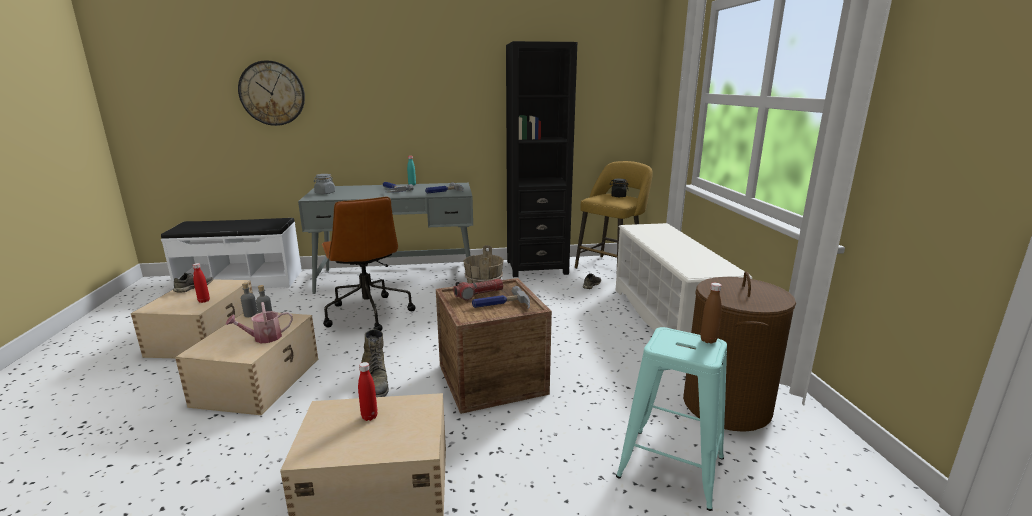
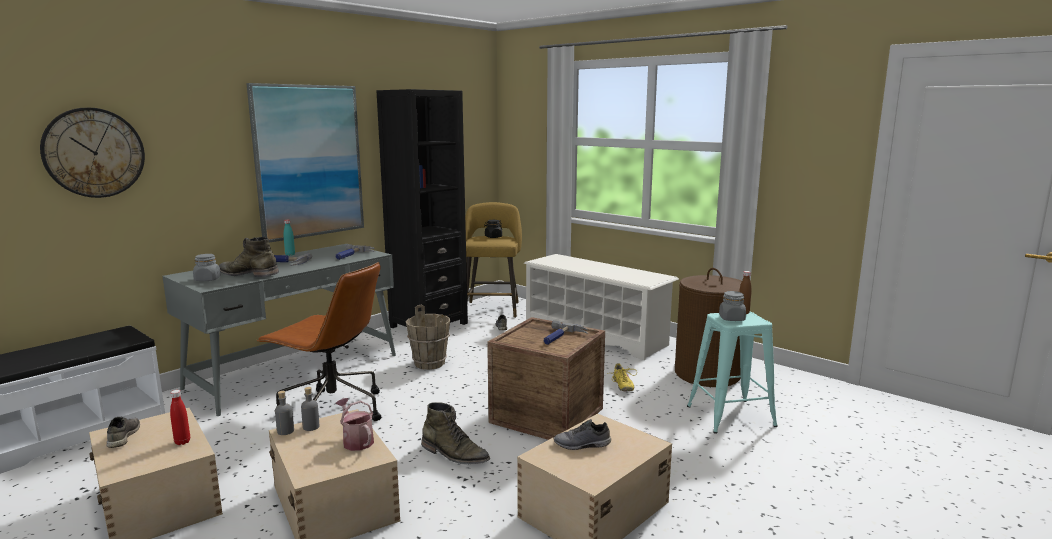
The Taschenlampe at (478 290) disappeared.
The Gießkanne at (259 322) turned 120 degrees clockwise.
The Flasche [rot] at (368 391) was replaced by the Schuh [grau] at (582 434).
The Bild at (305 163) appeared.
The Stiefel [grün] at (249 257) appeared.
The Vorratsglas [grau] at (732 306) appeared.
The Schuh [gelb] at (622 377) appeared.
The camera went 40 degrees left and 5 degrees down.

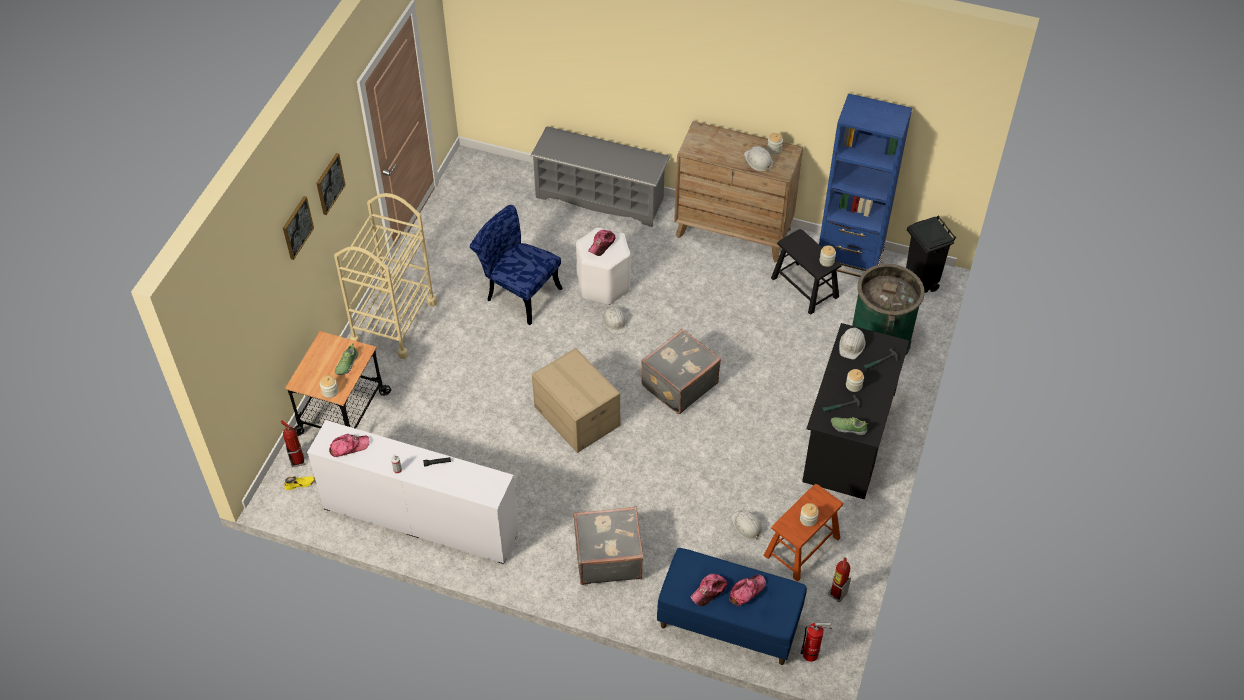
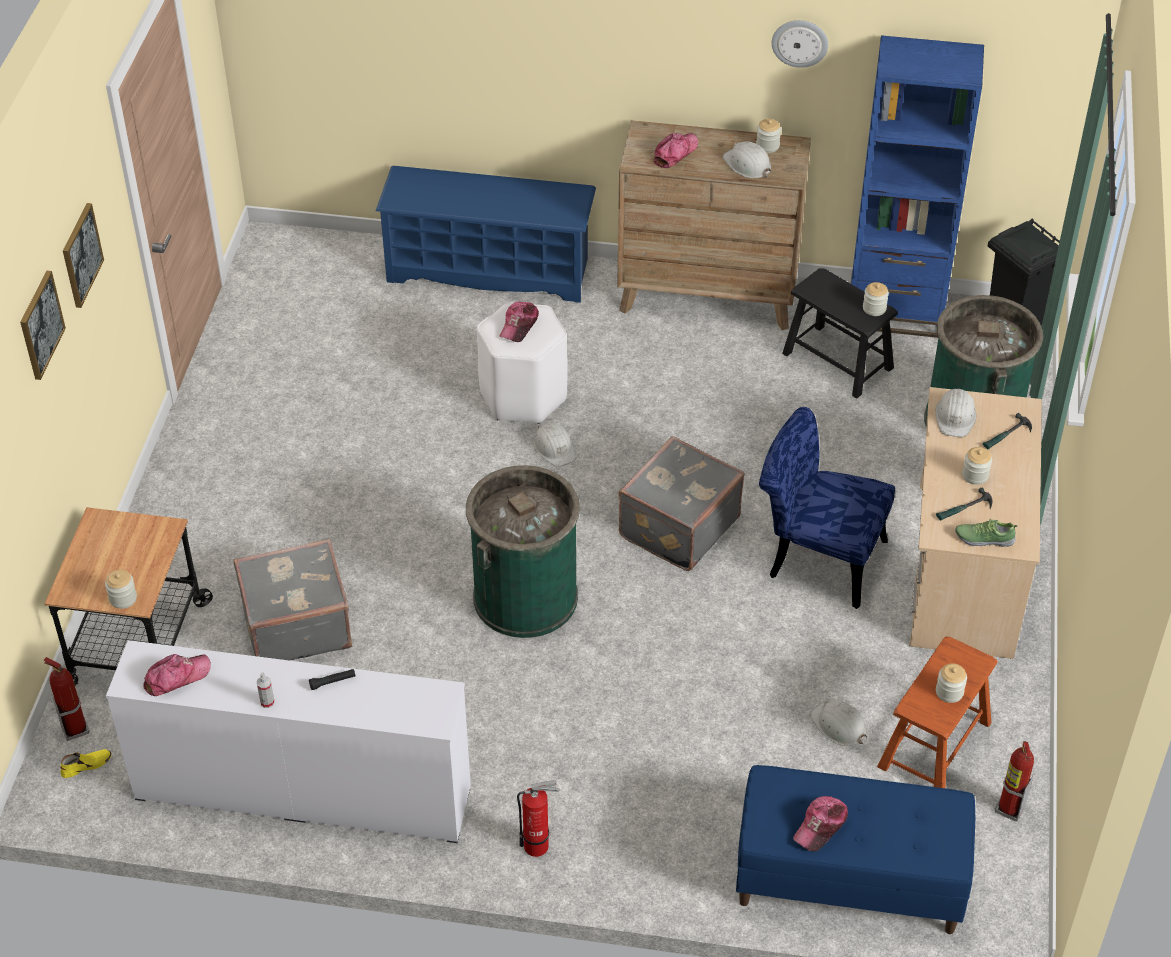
The Schuhregal [grau] at (600 176) became the Schuhregal [blau] at (486 234).
The Rollwagen [beige] at (385 276) disappeared.
The Stuhl [blau] moved from (516 265) to (827 508).
The Schreibtisch [schwarz] at (855 411) became the Schreibtisch [beige] at (975 523).
The Schuh at (346 359) disappeared.
The Karton at (576 400) was replaced by the Mülleimer [grün] at (523 551).
The Koffer [grau] moved from (609 546) to (293 600).
The Kappe moved from (747 590) to (676 150).
The Feuerlöscher moved from (816 642) to (538 818).
The Wanduhr at (800 44) appeared.
The camera went 10 degrees left and 5 degrees down.

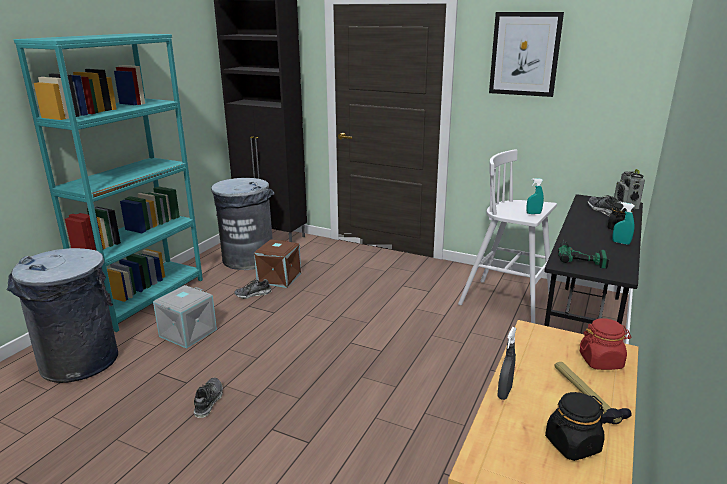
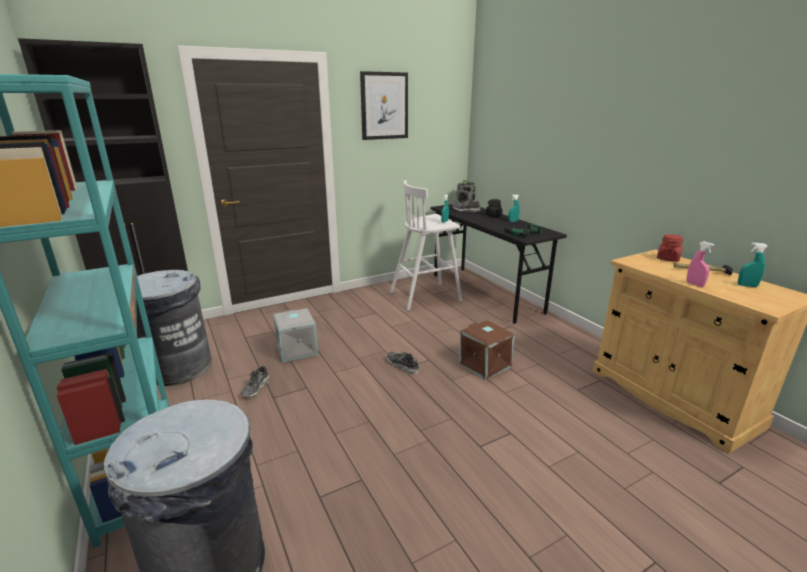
The Aufbewahrungsbox [braun] moved from (277 263) to (487 350).
The Aufbewahrungsbox [grau] moved from (185 317) to (295 335).
The Sprühflasche [grau] at (506 363) became the Sprühflasche [rosa] at (700 264).
The Schuh moved from (208 398) to (403 363).
The Vorratsglas [schwarz] at (575 426) was replaced by the Sprühflasche [türkis] at (753 265).
The camera went 55 degrees left and 0 degrees up.

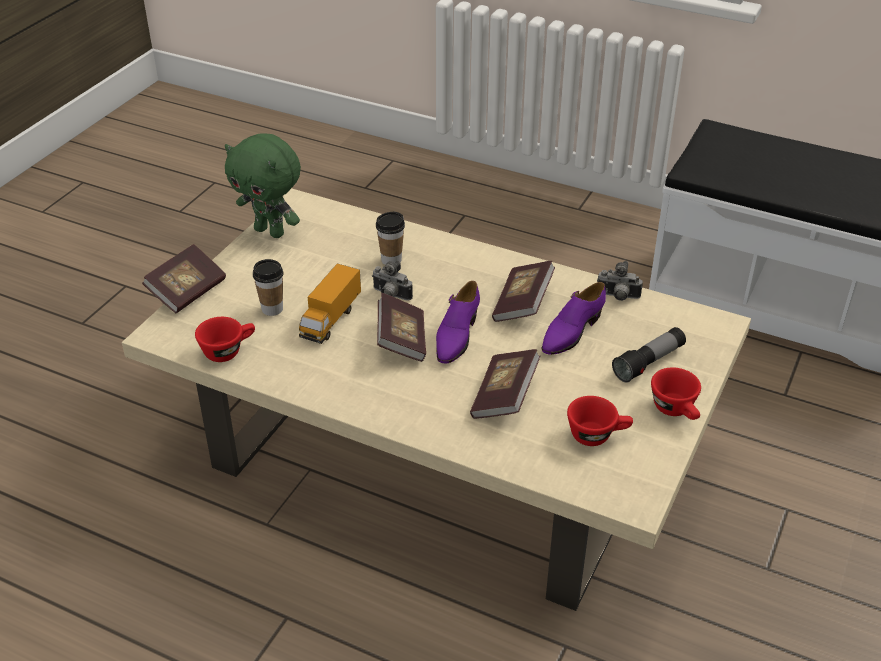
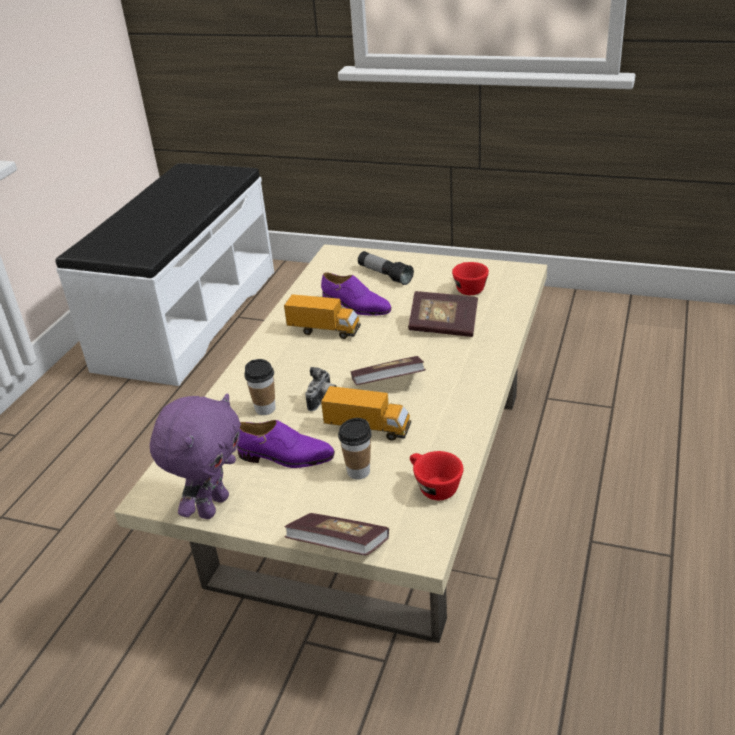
The Plüschtier [grün] at (263 185) became the Plüschtier [lila] at (195 456).
The Buch at (523 291) was replaced by the Spielzeuglaster at (322 316).
The Kamera at (620 281) disappeared.
The Schuh [lila] moved from (458 322) to (286 444).
The Tasse [rot] at (676 393) disappeared.
The camera went 95 degrees left and 5 degrees down.

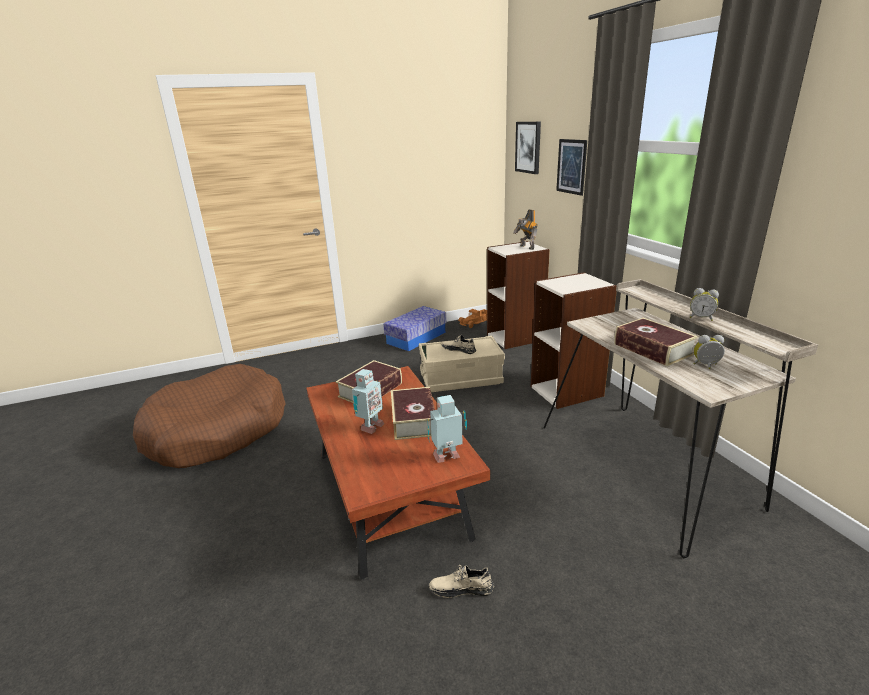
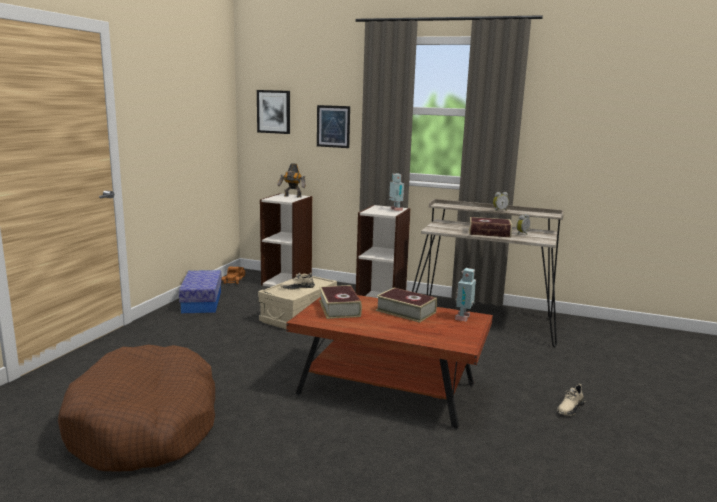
The Spielzeugroboter moved from (368 401) to (396 192).
The Schuh [beige] moved from (461 581) to (571 400).
The camera went 50 degrees left and 10 degrees down.

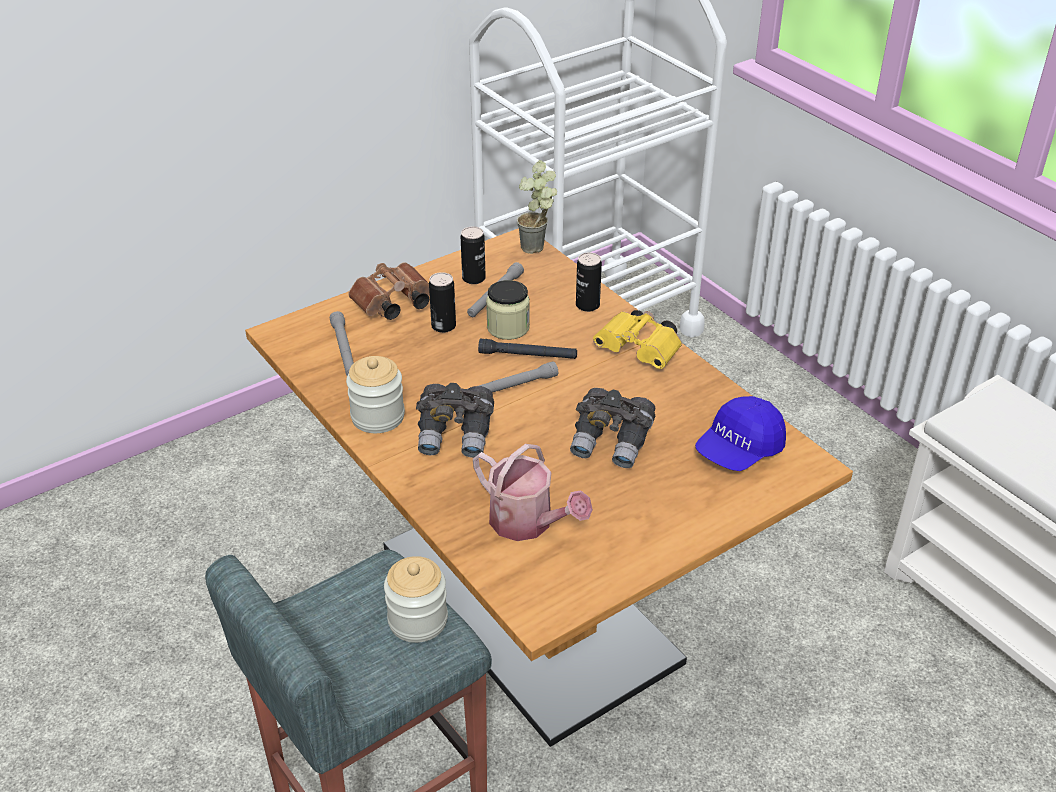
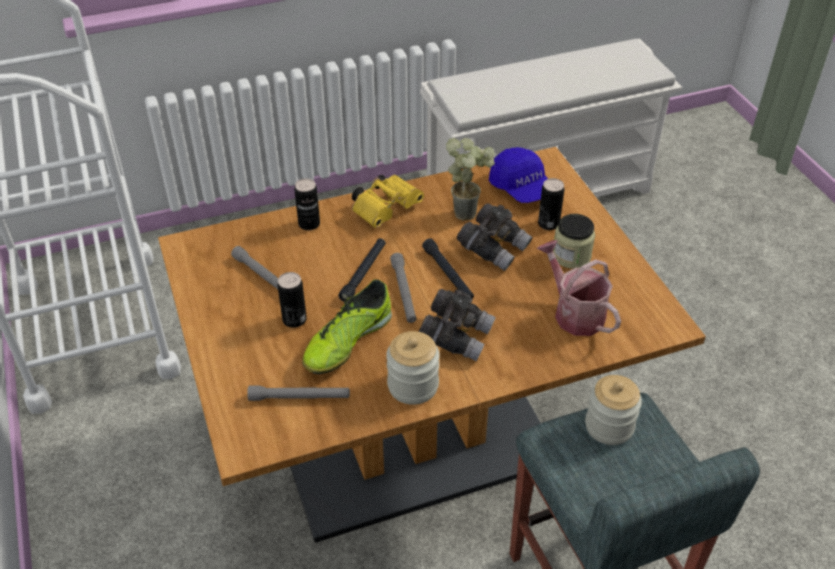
The Topfpflanze moved from (537 207) to (470 179).
The Dose moved from (473 255) to (551 204).
The Fernglas [braun] at (389 291) disappeared.
The Vorratsglas moved from (508 310) to (574 241).
The Gießkanne at (533 492) turned 90 degrees counterclockwise.
The Taschenlampe [schwarz] at (448 268) appeared.
The Schuh at (347 326) appeared.
The camera went 75 degrees left and 5 degrees up.

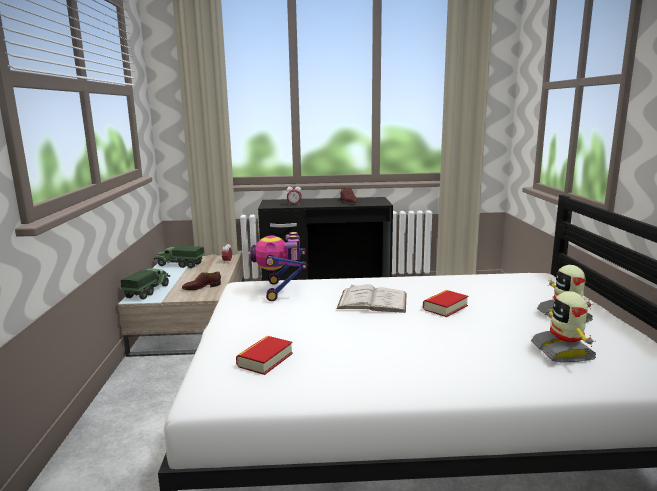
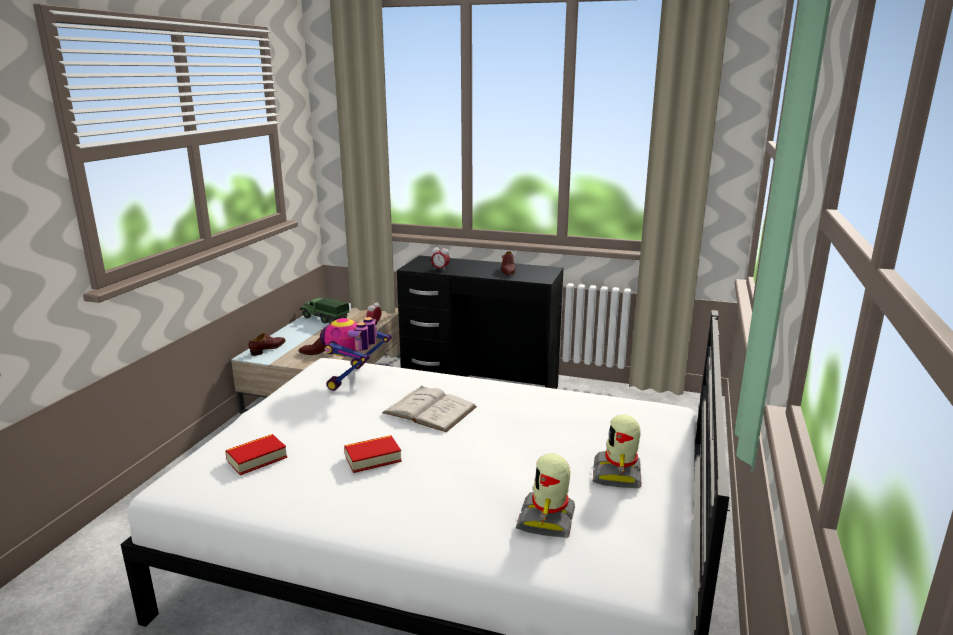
The Spielzeuglaster at (145 283) was replaced by the Schuh [braun] at (267 344).
The Buch moved from (445 303) to (373 454).
The camera went 20 degrees right and 5 degrees up.

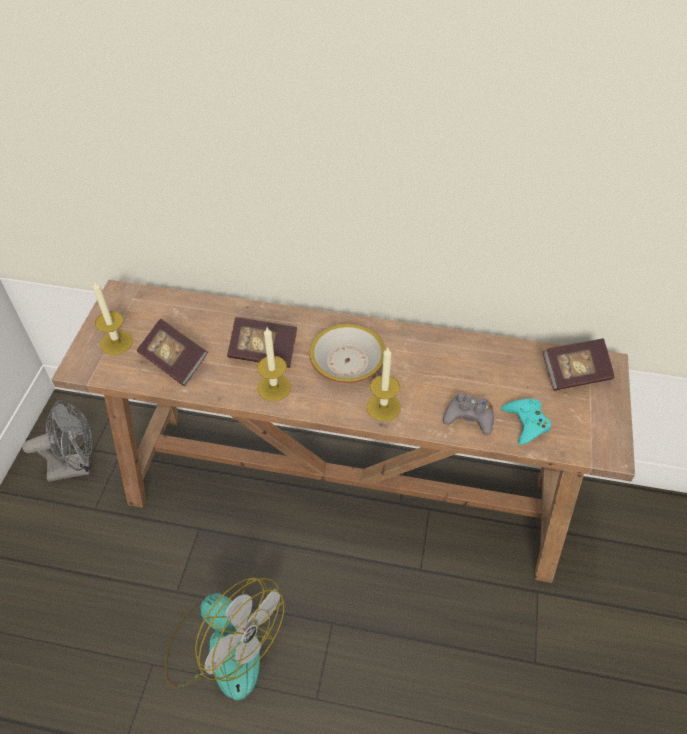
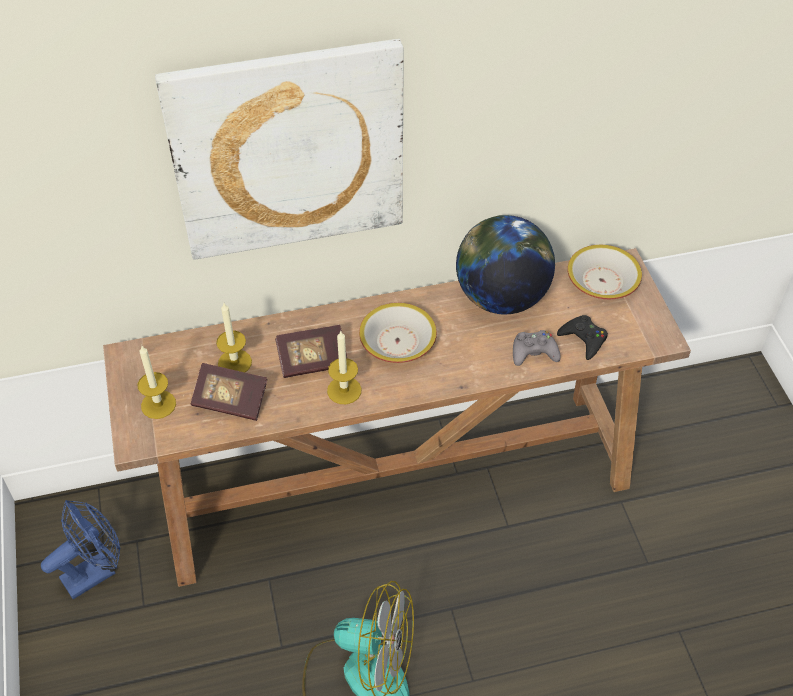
The Buch at (578 364) was replaced by the Schüssel at (605 272).
The Kerze moved from (384 385) to (234 337).
The Gamepad [türkis] at (526 422) became the Gamepad [schwarz] at (582 337).
The Ventilator [grau] at (57 440) became the Ventilator [blau] at (81 549).
The Bild at (279 149) appeared.
The Globus at (505 264) appeared.
The camera went 25 degrees left and 0 degrees up.

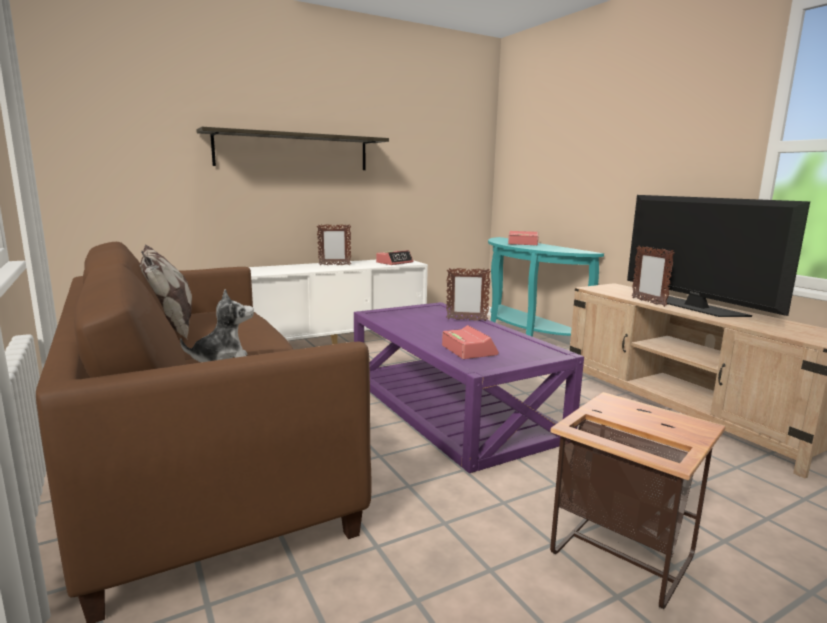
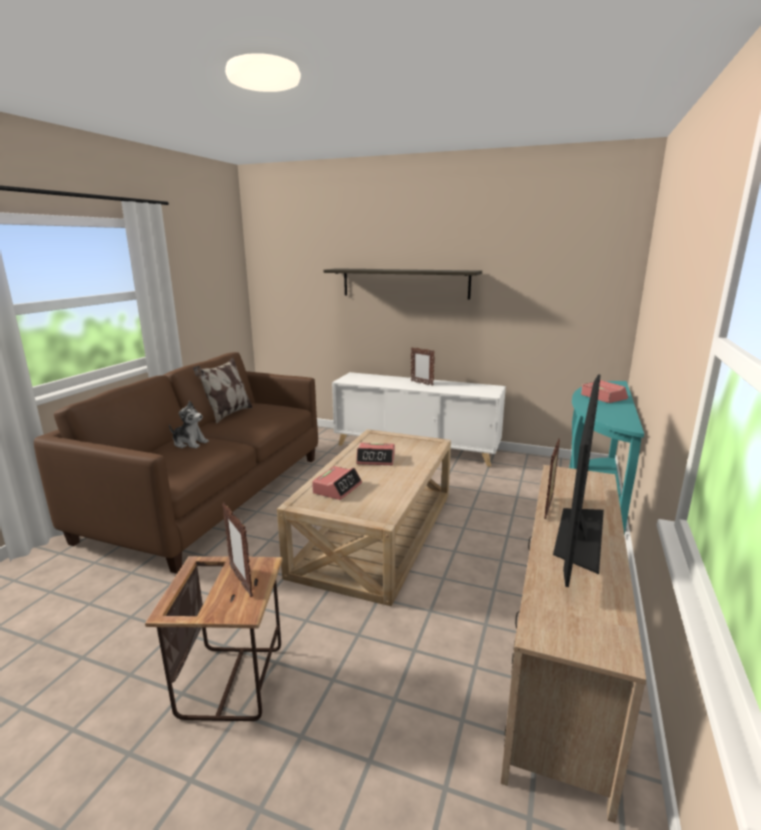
The Wecker moved from (394 257) to (375 454).
The Bilderrahmen moved from (468 294) to (237 549).
The Couchtisch [lila] at (469 387) became the Couchtisch [beige] at (364 517).
The camera went 50 degrees right and 5 degrees up.

